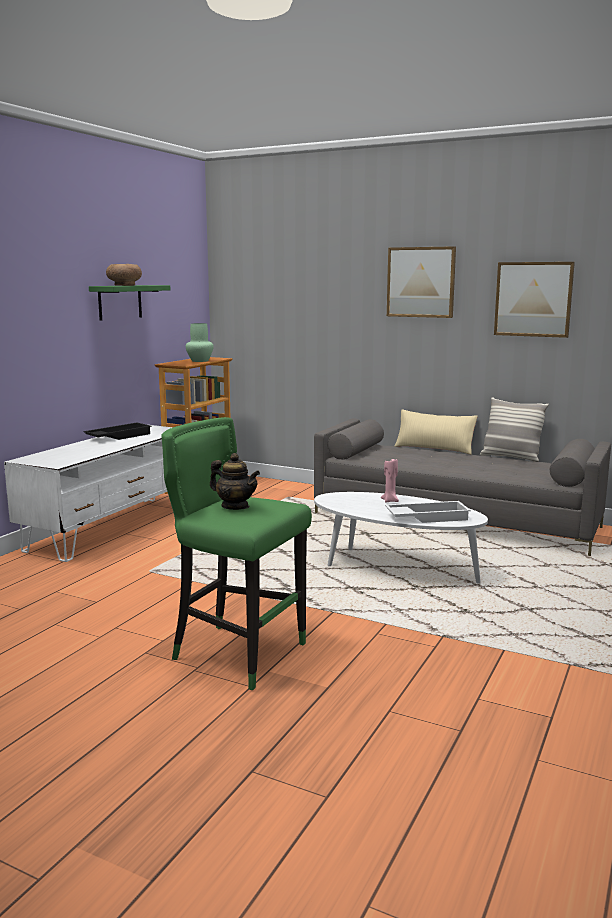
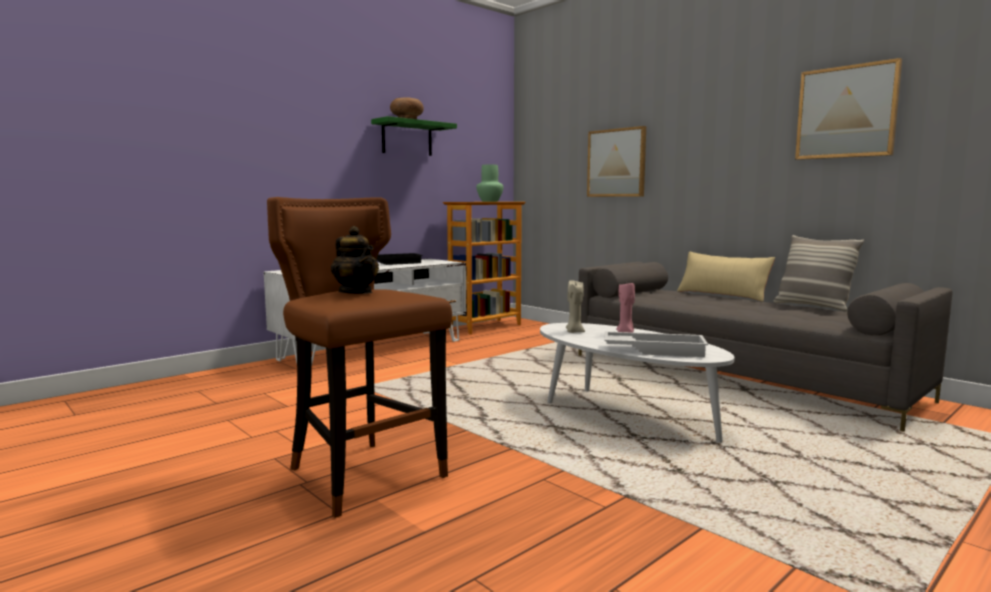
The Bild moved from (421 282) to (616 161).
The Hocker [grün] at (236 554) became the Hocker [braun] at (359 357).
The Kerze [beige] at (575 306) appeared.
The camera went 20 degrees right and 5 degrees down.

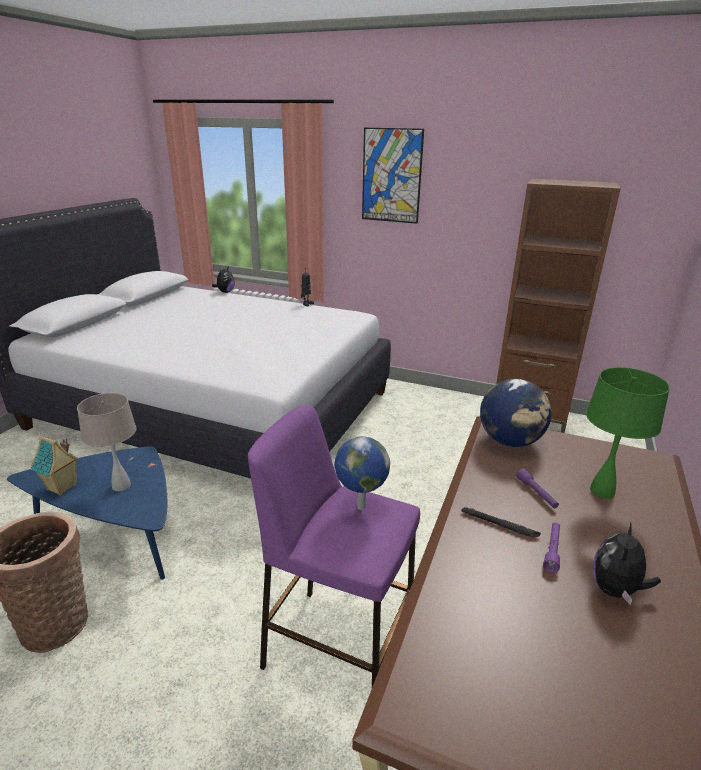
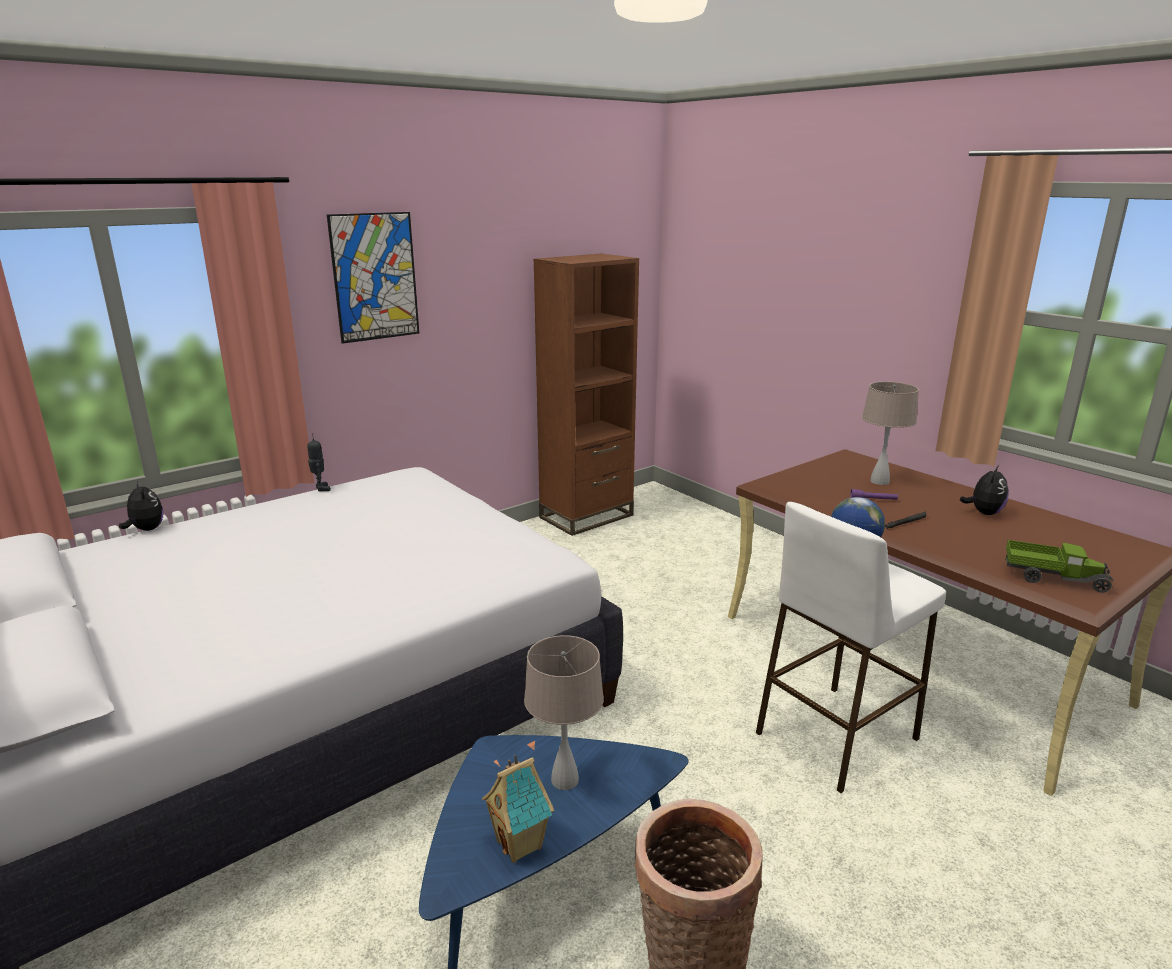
The Tischlampe [grün] at (628 433) became the Tischlampe [beige] at (890 433).
The Globus at (516 413) disappeared.
The Hocker [lila] at (334 546) became the Hocker [weiß] at (851 647).
The Taschenlampe [lila] at (551 547) disappeared.
The Plüschtier at (627 563) turned 120 degrees counterclockwise.
The Spielzeuglaster at (1059 566) appeared.
The camera went 60 degrees left and 5 degrees down.

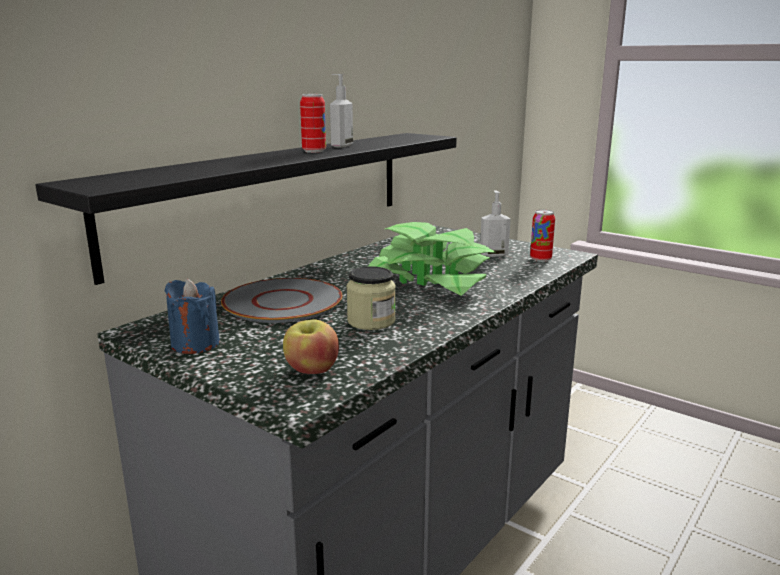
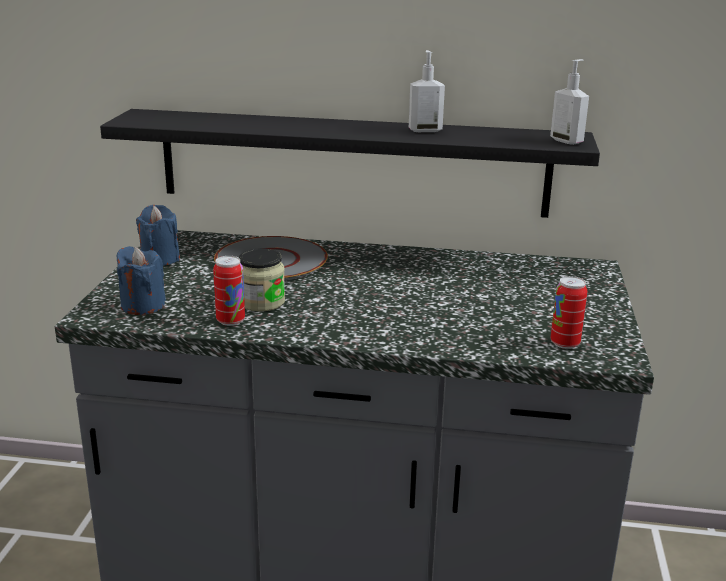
The Dose moved from (313 123) to (229 291).
The Seifenspender moved from (495 223) to (569 102).
The Topfpflanze at (431 259) disappeared.
The Apfel at (311 346) was replaced by the Kerze [blau] at (141 280).
The camera went 60 degrees right and 5 degrees up.

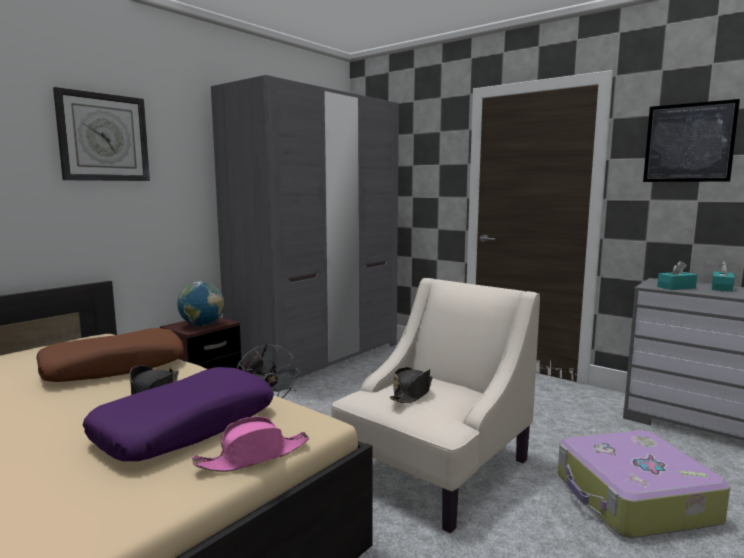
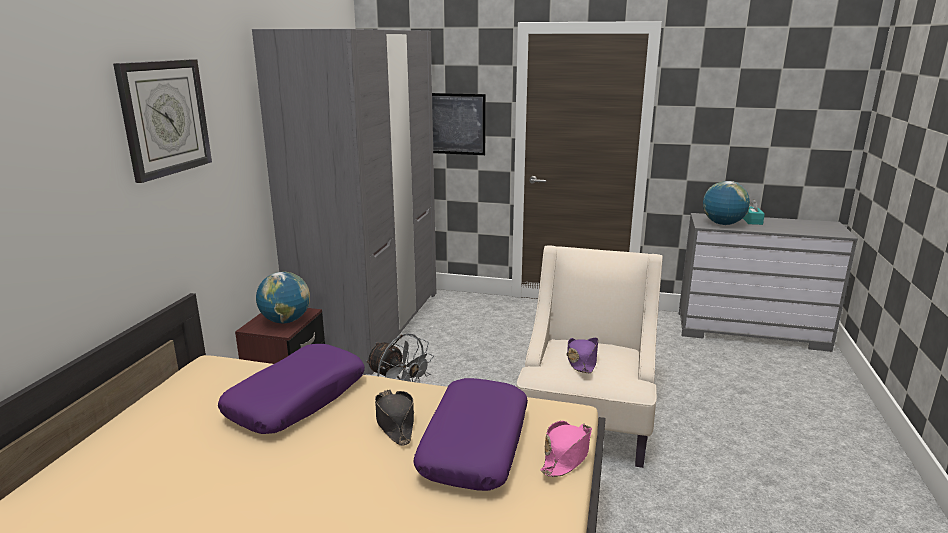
The Bild moved from (691 140) to (459 124).
The Taschentuchbox [türkis] at (677 275) was replaced by the Globus at (726 203).
The Kissen [braun] at (110 355) became the Kissen [lila] at (291 389).
The Hut [schwarz] at (411 385) became the Hut [lila] at (582 355).
The Koffer at (644 484) disappeared.
The camera went 25 degrees left and 10 degrees up.

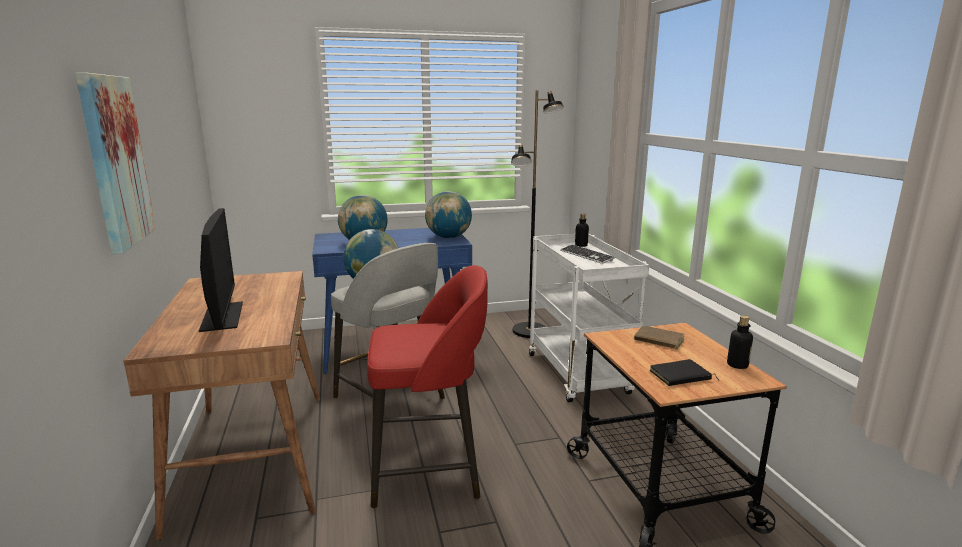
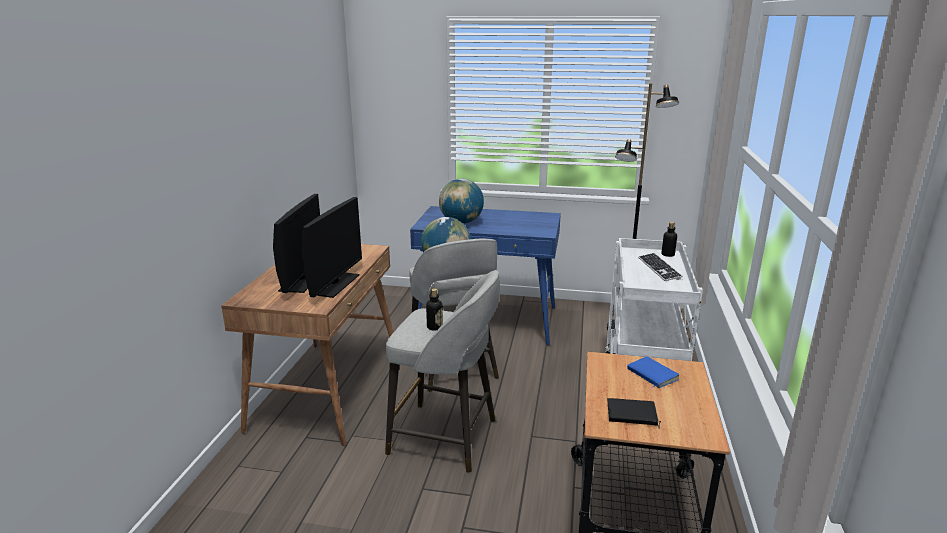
The Bild at (115 163) disappeared.
The Globus at (448 214) disappeared.
The Hocker [rot] at (427 386) became the Hocker [grau] at (442 371).
The Flasche moved from (740 342) to (434 309).
The Buch [braun] at (659 337) became the Buch [blau] at (653 372).
The Monitor at (332 247) appeared.
The camera went 25 degrees right and 5 degrees up.

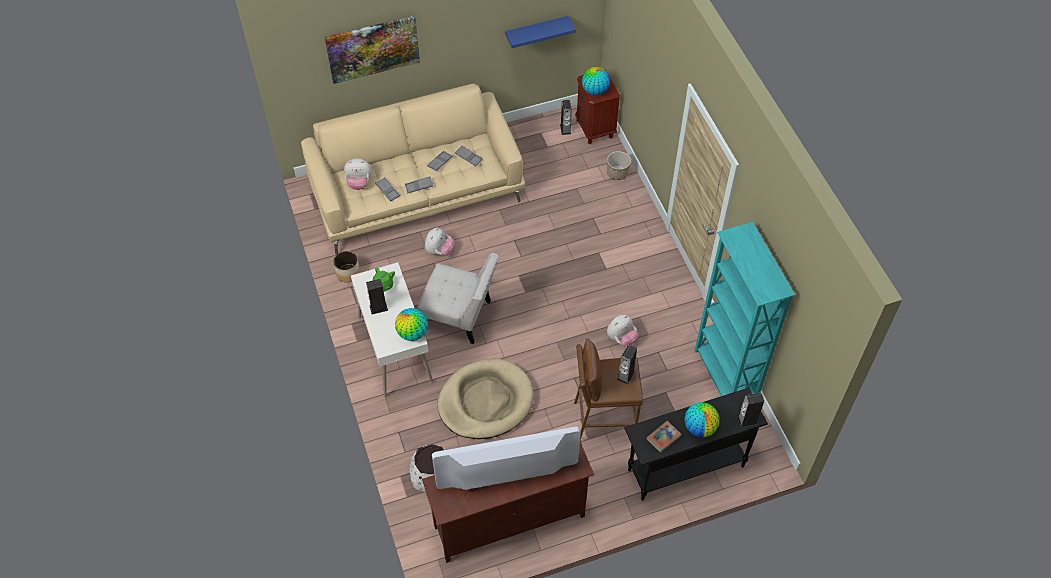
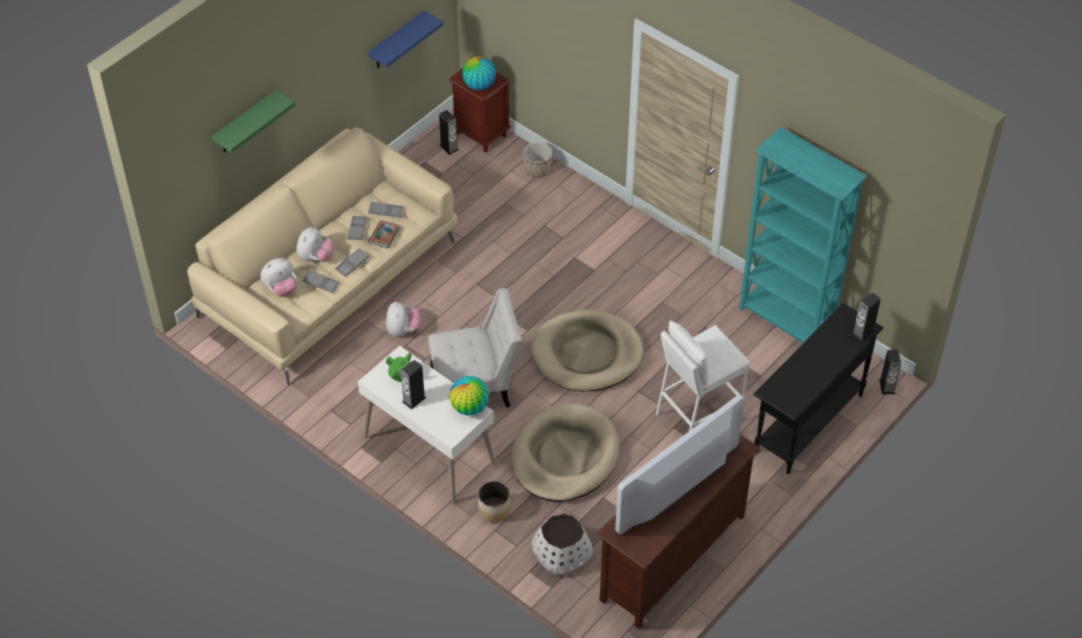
The Bild at (372 50) was replaced by the Wandregal [grün] at (253 121).
The Pflanzkübel moved from (346 267) to (494 502).
The Plüschtier moved from (623 331) to (315 244).
The Hocker [braun] at (608 389) became the Hocker [weiß] at (703 376).
The Lautsprecher moved from (627 365) to (890 372).
The Globus at (702 420) disappeared.
The Buch moved from (664 437) to (384 234).
The Hundebett [beige] at (587 350) appeared.
The camera went 30 degrees left and 5 degrees down.

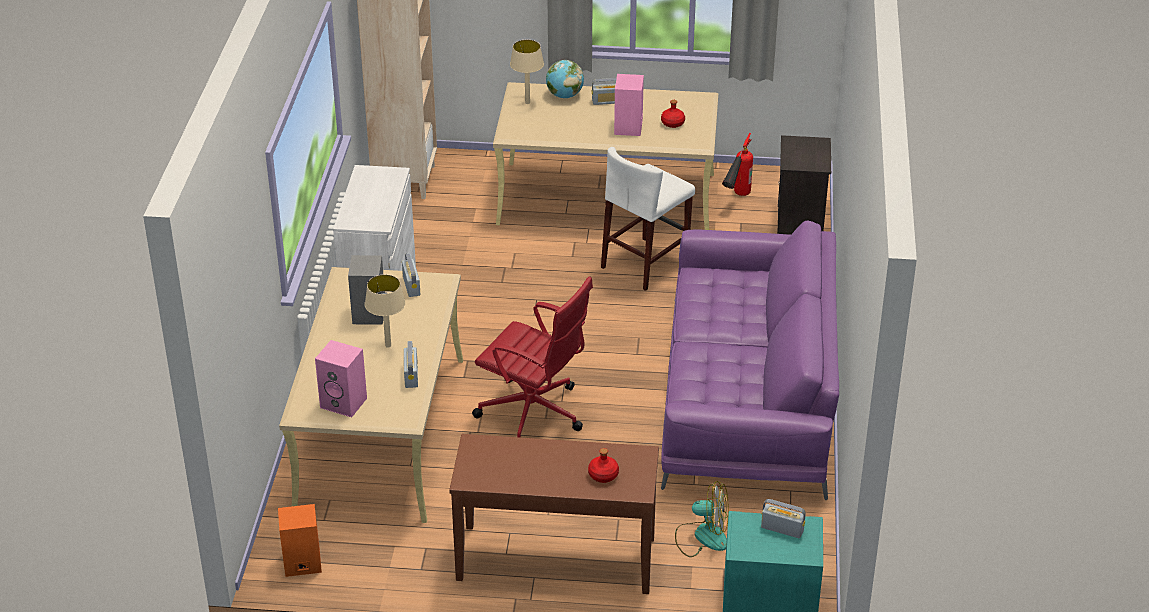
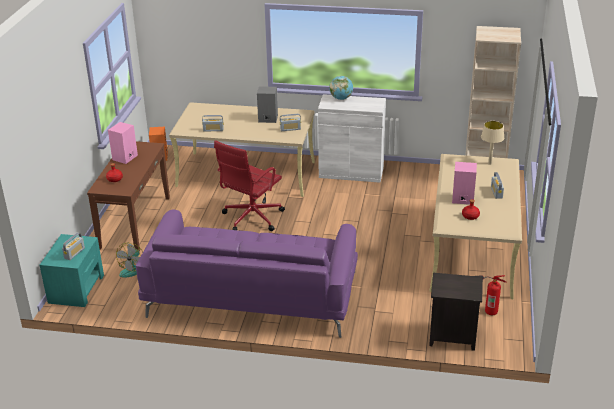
The Globus moved from (565 79) to (341 88).
The Hocker [weiß] at (648 219) disappeared.
The Tischlampe [beige] at (385 311) disappeared.
The Lautsprecher [rosa] moved from (341 378) to (123 143).
The camera went 95 degrees right and 5 degrees down.

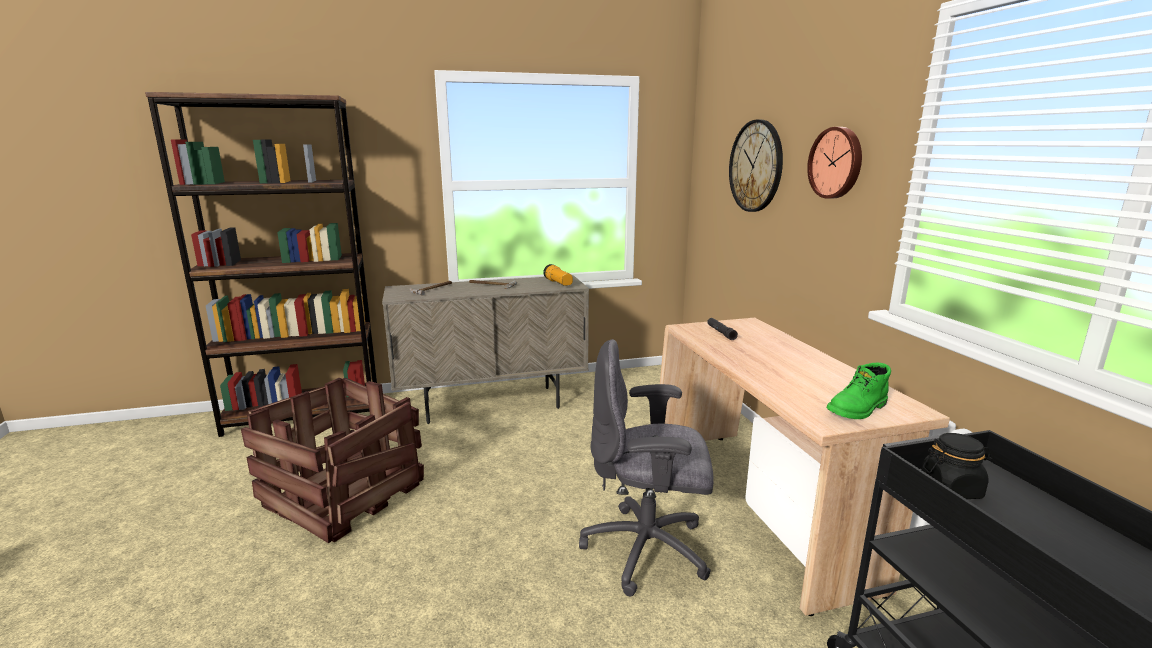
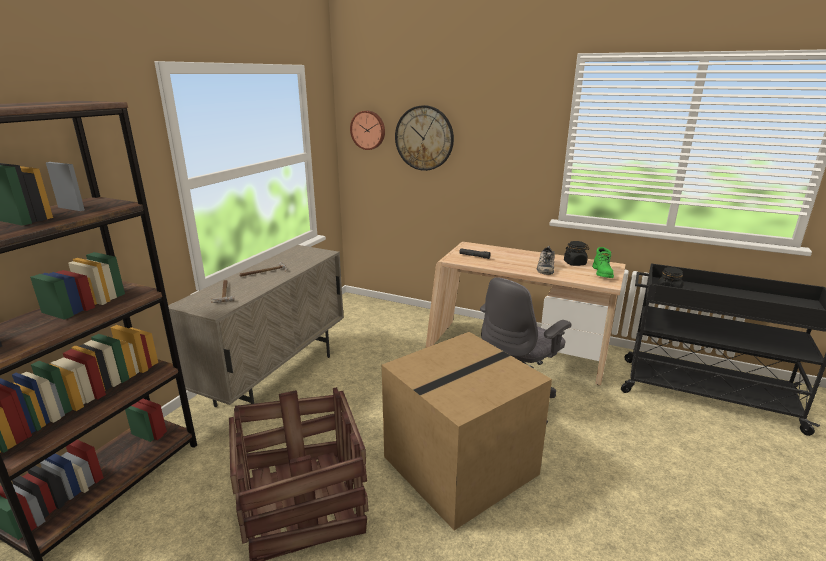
The Wanduhr moved from (834 163) to (367 130).
The Taschenlampe at (558 275) disappeared.
The Vorratsglas [schwarz] at (576 253) appeared.
The Schuh at (546 260) appeared.
The Karton at (467 431) appeared.
The camera went 50 degrees left and 5 degrees up.

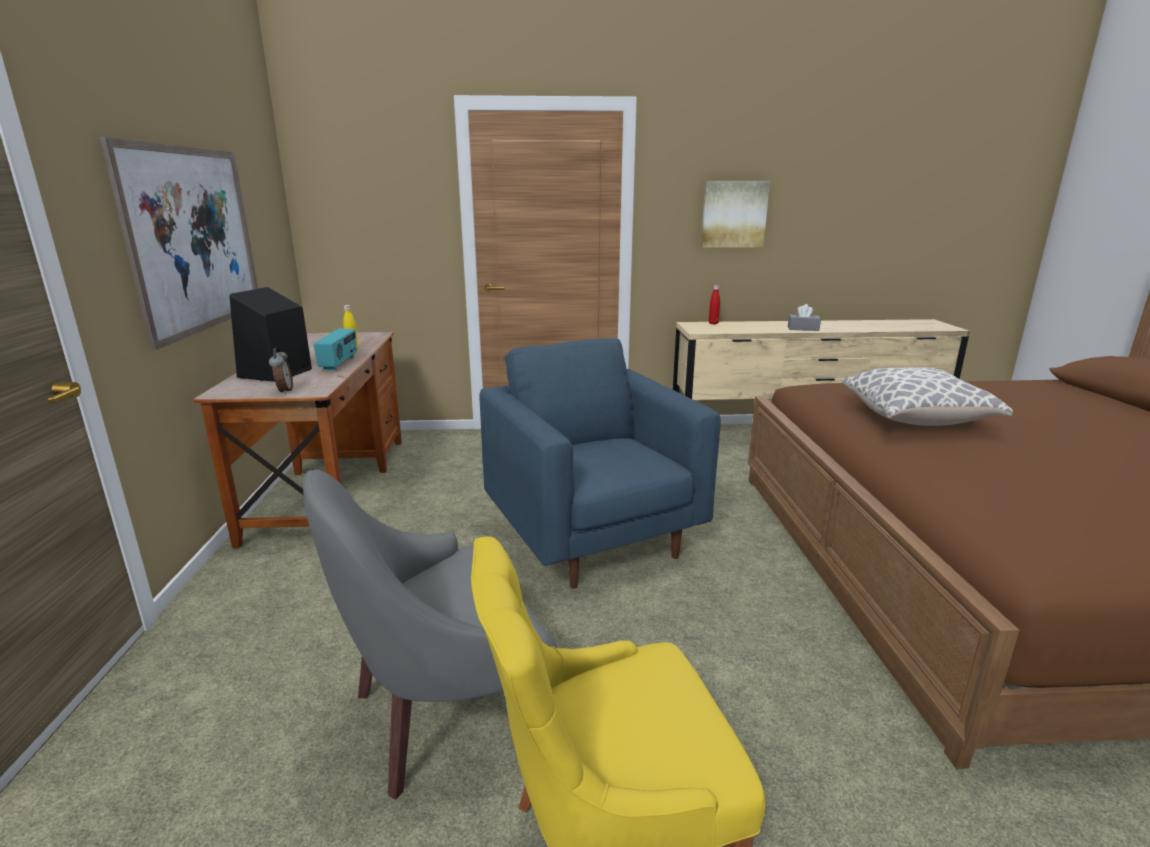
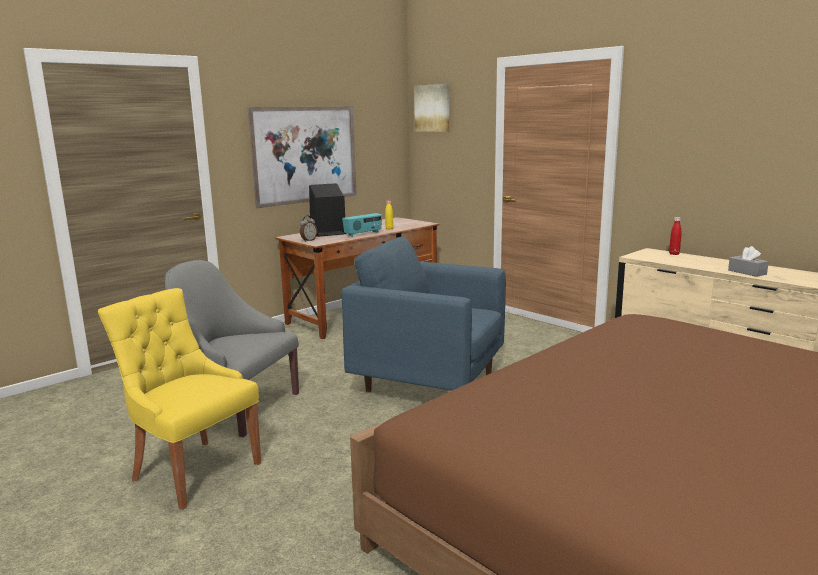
The Bild moved from (735 214) to (431 108).
The Sessel [blau] at (599 463) turned 90 degrees counterclockwise.
The Kissen at (927 397) disappeared.
The camera went 50 degrees right and 5 degrees down.

